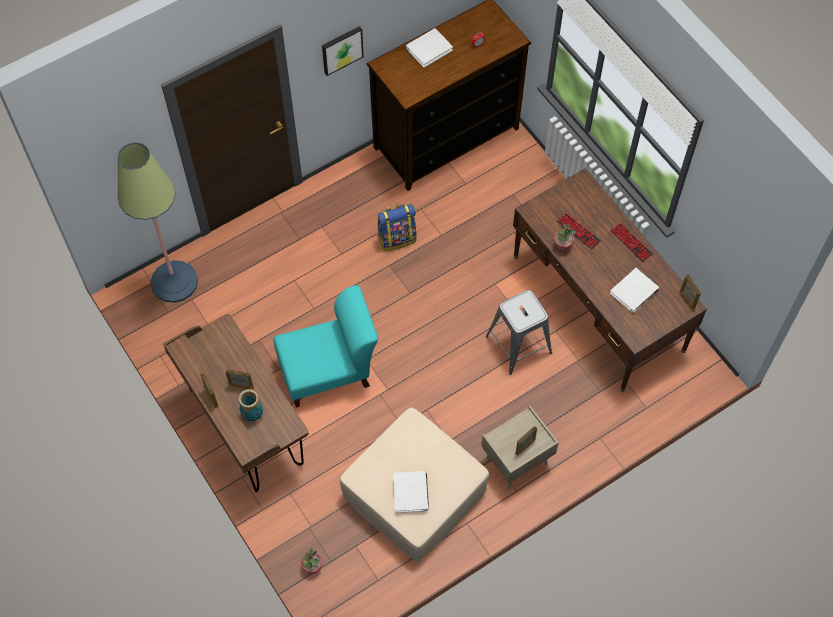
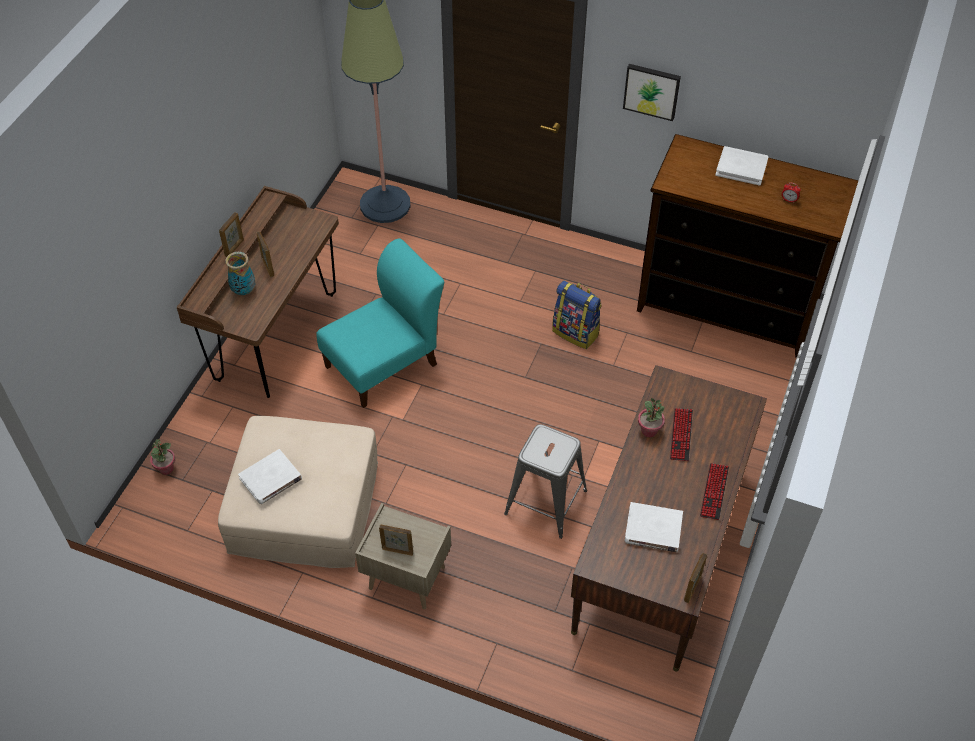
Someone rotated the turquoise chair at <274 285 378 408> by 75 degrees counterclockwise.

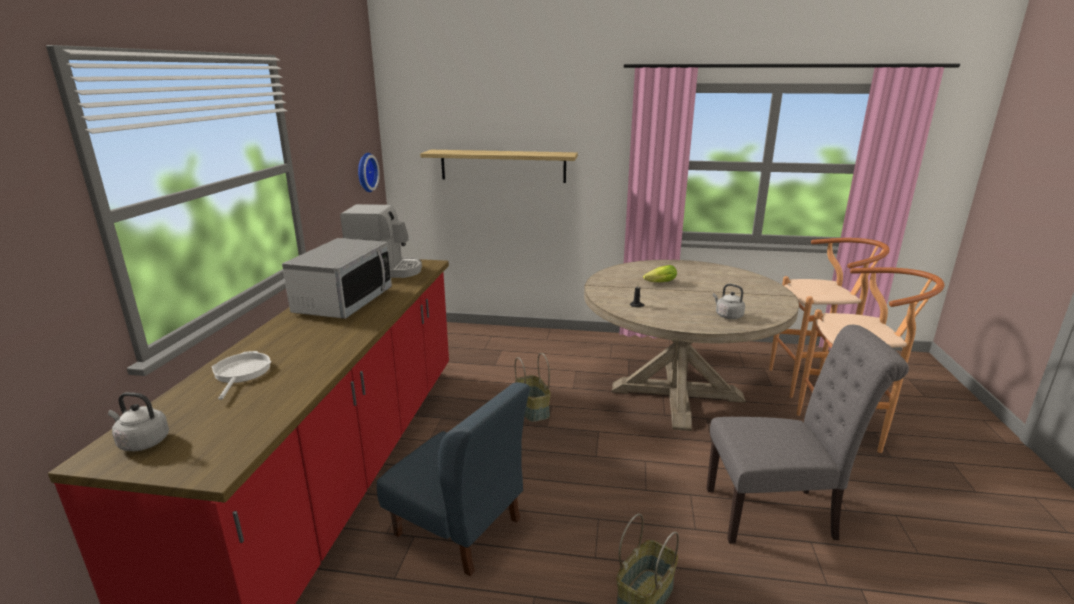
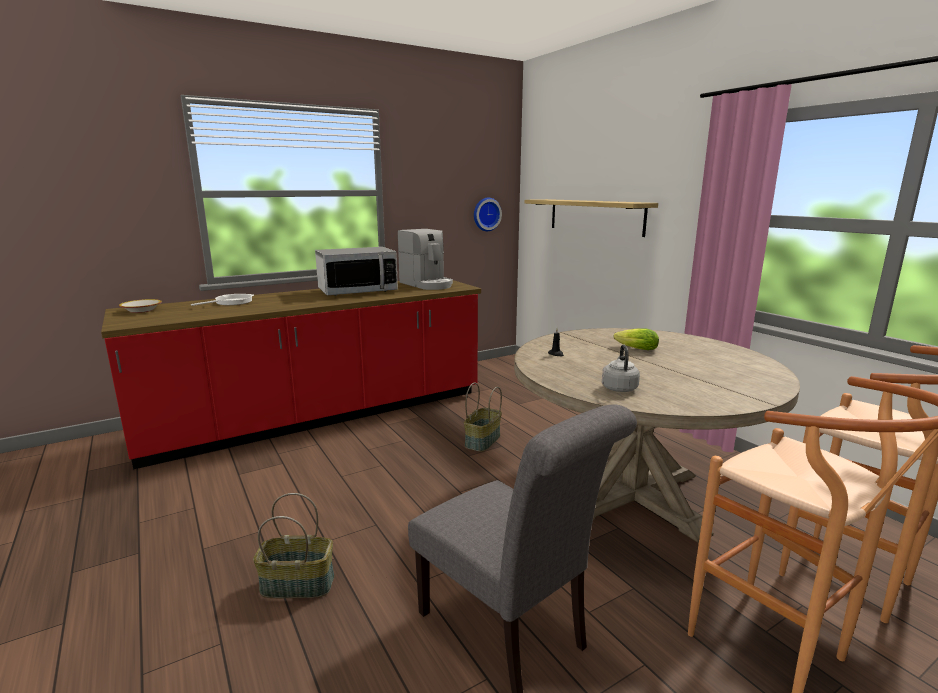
Someone swapped the grey kettle at <108 392 169 451> for the bowl at <119 299 162 313>.
Someone took away the blue chair at <377 383 530 576>.

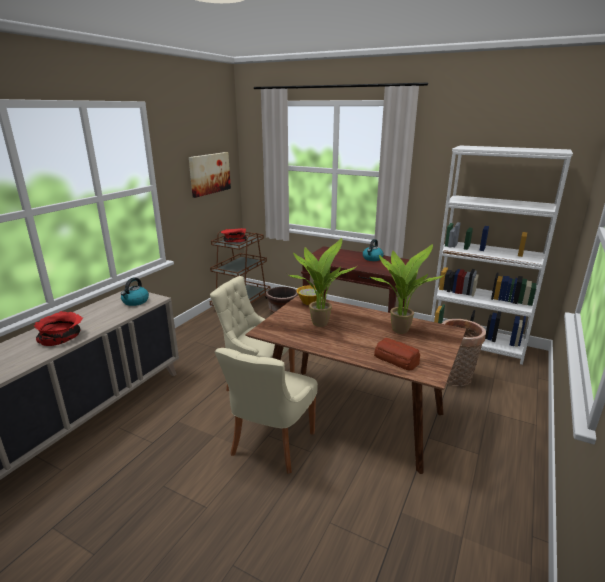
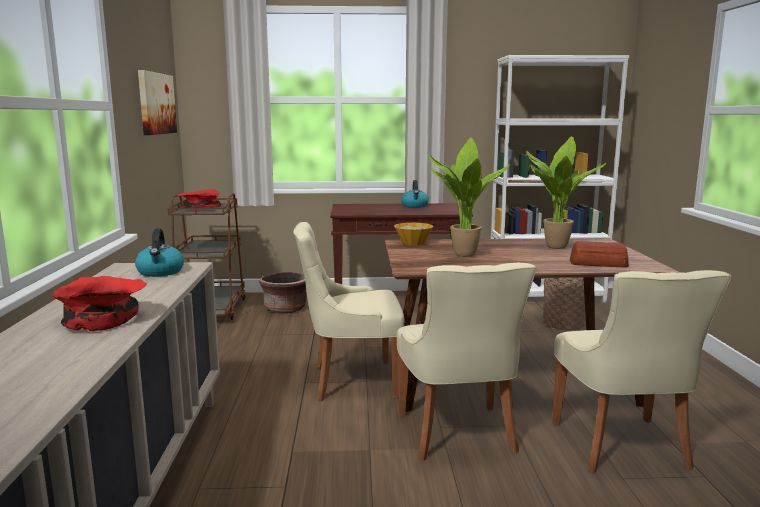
Someone put down the beige chair at <552 270 731 473>.

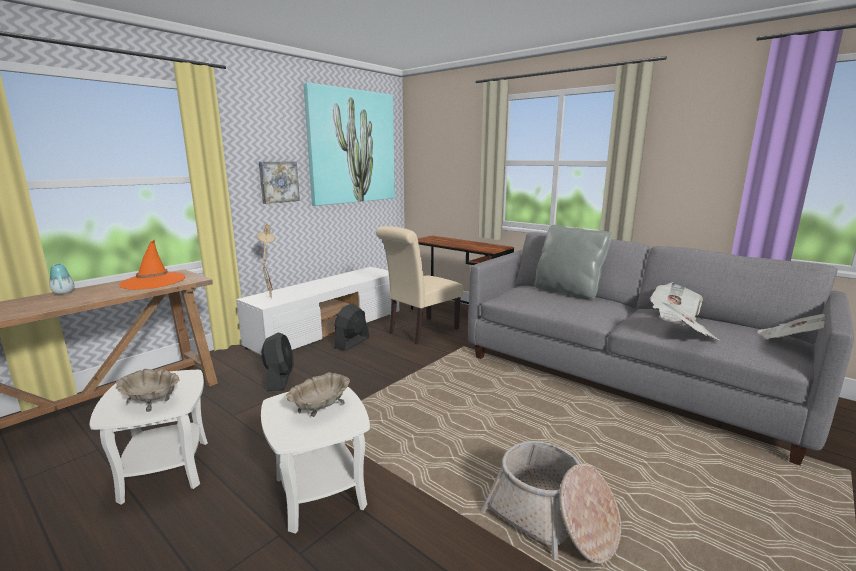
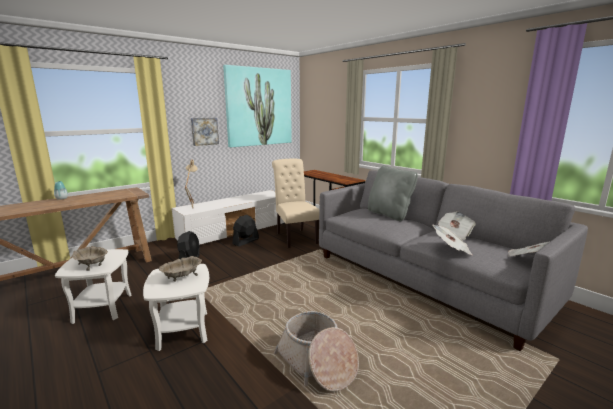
Someone rotated the beige chair at <376 226 463 344> by 105 degrees clockwise.
Someone took away the orange hat at <119 240 185 290>.

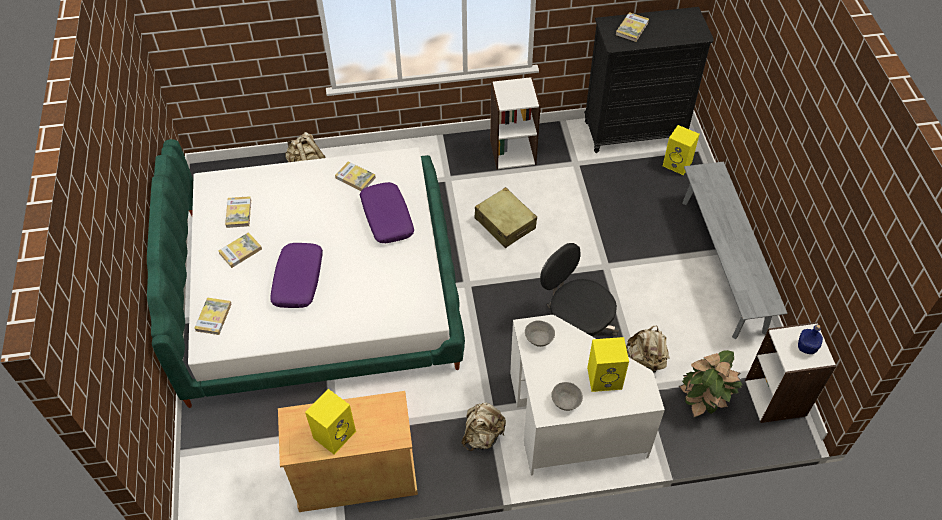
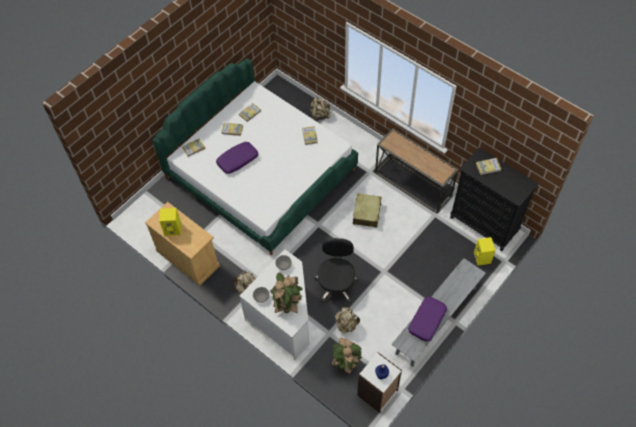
Someone swapped the yellow speaker at <587 337 629 392> for the potted plant at <270 272 302 314>.
Someone swapped the white bookcase at <490 77 541 169> for the console table at <375 128 459 213>.
Someone carried the purple pillow from <360 182 414 243> to <408 297 447 342>.

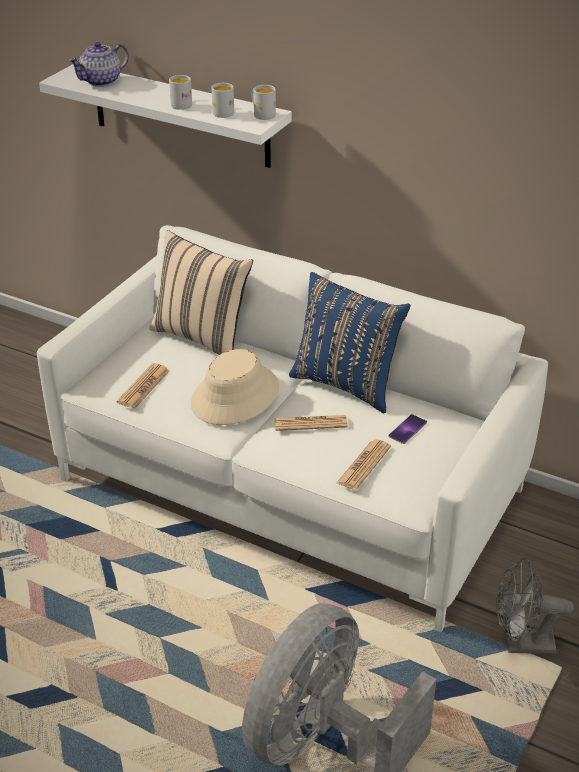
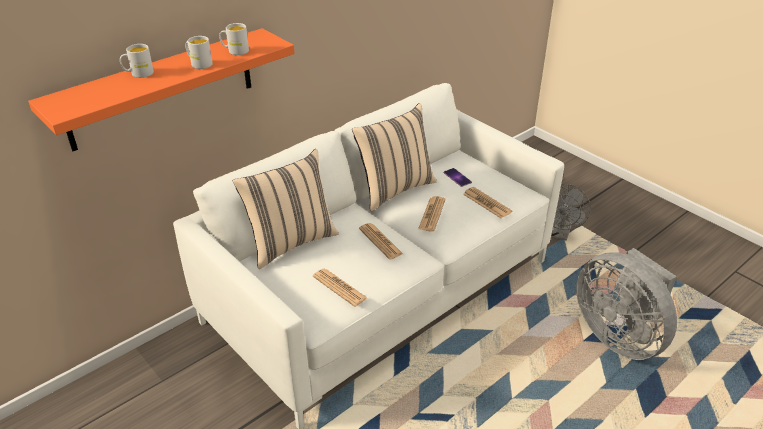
Someone repainted the white shelf at <39 64 292 168>, which became the orange shelf at <28 28 294 151>.
Someone carried the white mug from <252 85 276 120> to <120 44 154 78>.
Someone repainted the blue pillow at <289 272 411 414>, which became the beige pillow at <352 103 437 211>.
Someone swapped the beige hat at <191 349 279 425> for the newspaper at <359 223 403 259>.
Someone took away the teapot at <68 42 129 87>.

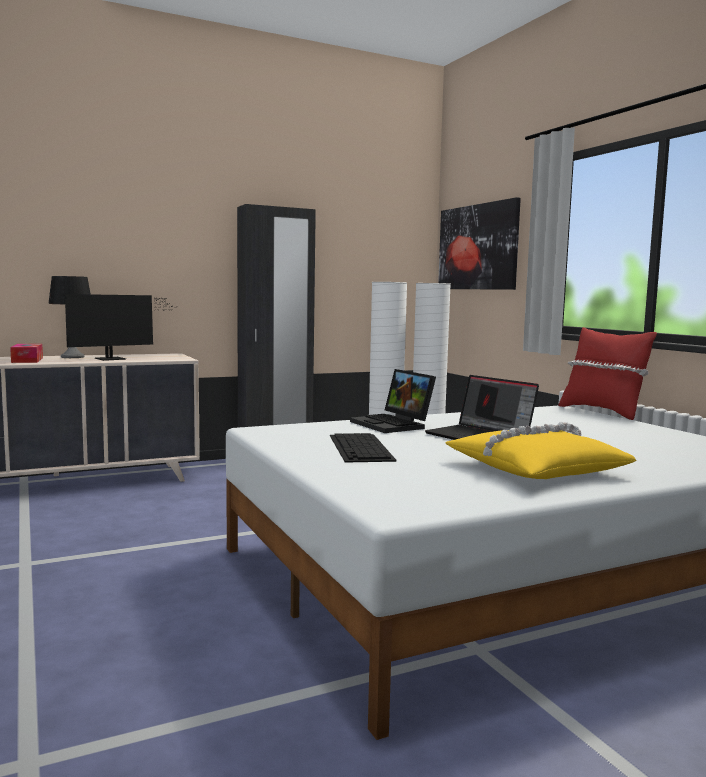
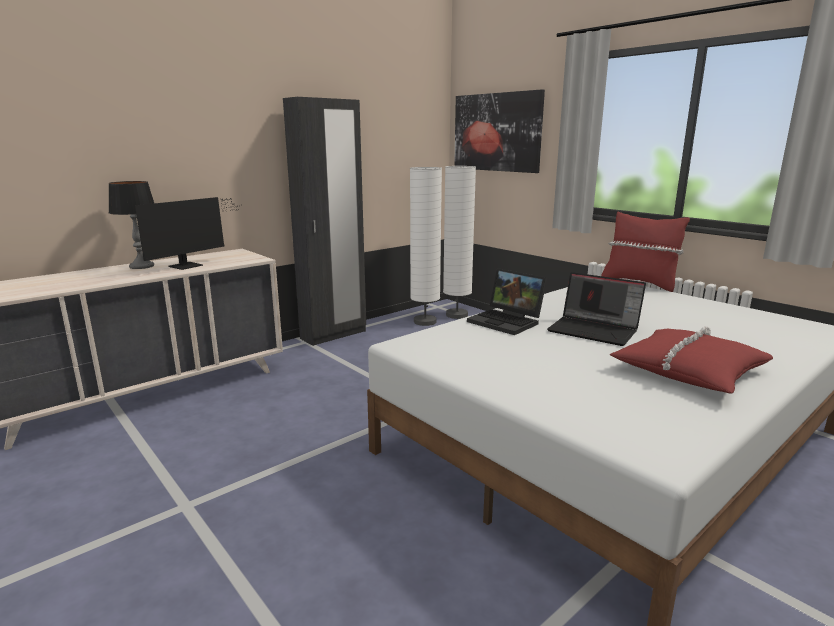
Someone repainted the yellow pillow at <446 422 637 479>, which became the red pillow at <610 326 773 394>.
Someone took away the tissue box at <10 344 43 363>.
Someone took away the keyboard at <330 433 397 463>.

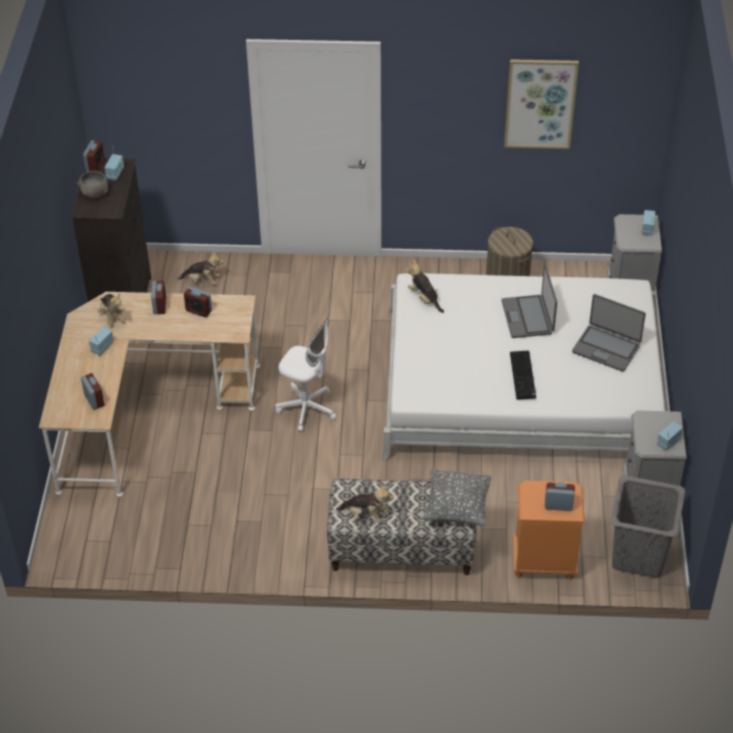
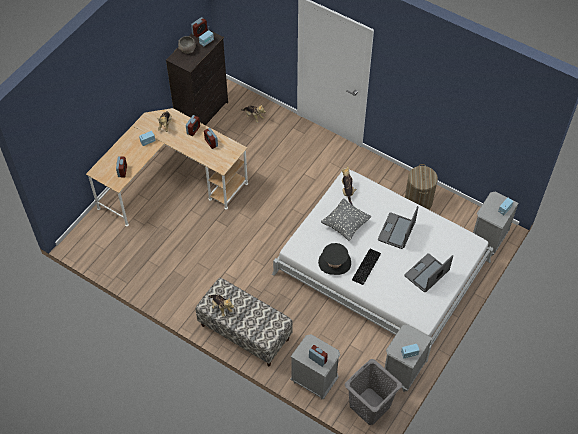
Someone repainted the orange nightstand at <513 481 585 580>, which became the grey nightstand at <290 334 340 400>.
Someone put down the black hat at <318 243 351 275>.
Someone carried the grey pillow from <423 470 491 526> to <321 198 371 241>.
Someone rotated the laptop at <572 294 646 372> by 75 degrees clockwise.
Someone took away the white office chair at <275 317 336 432>.
Someone took away the picture at <504 59 579 149>.

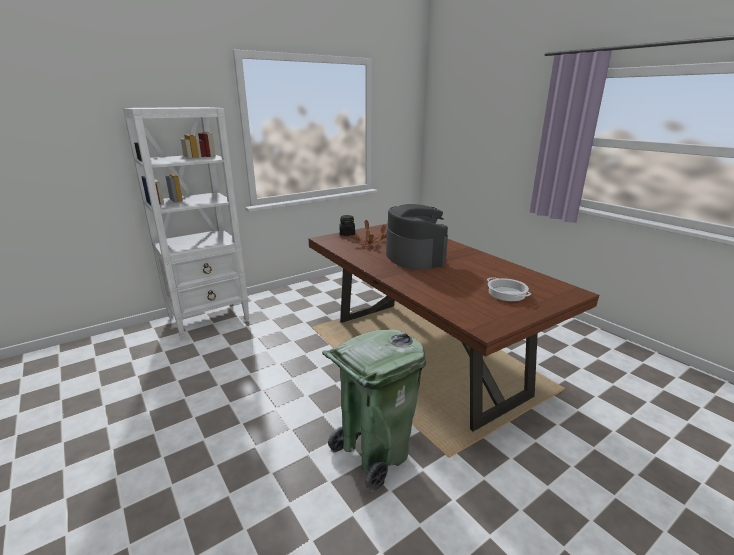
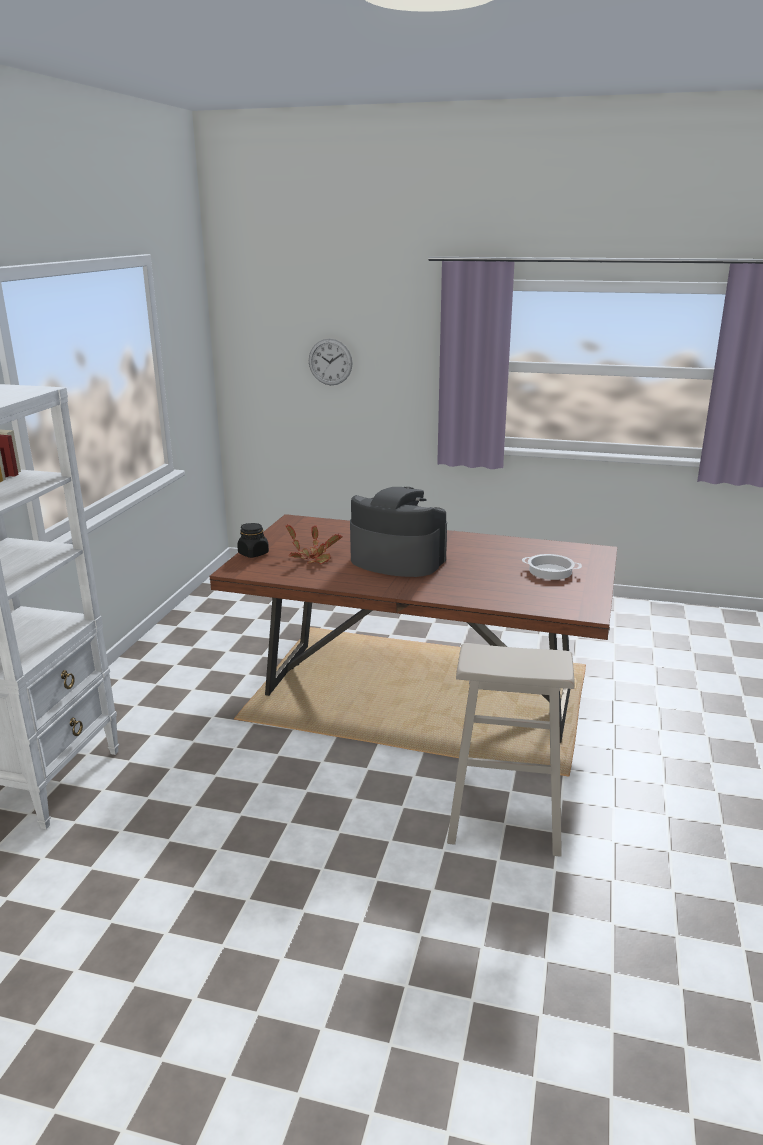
Someone put up the wall clock at <309 339 352 385>.
Someone swapped the green trash can at <322 329 426 492> for the beige stool at <447 643 575 857>.

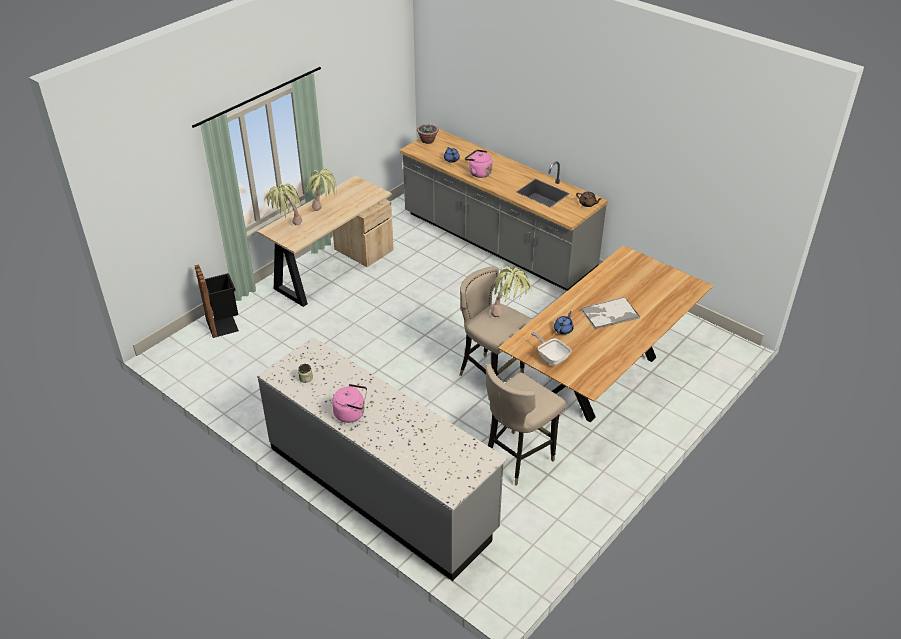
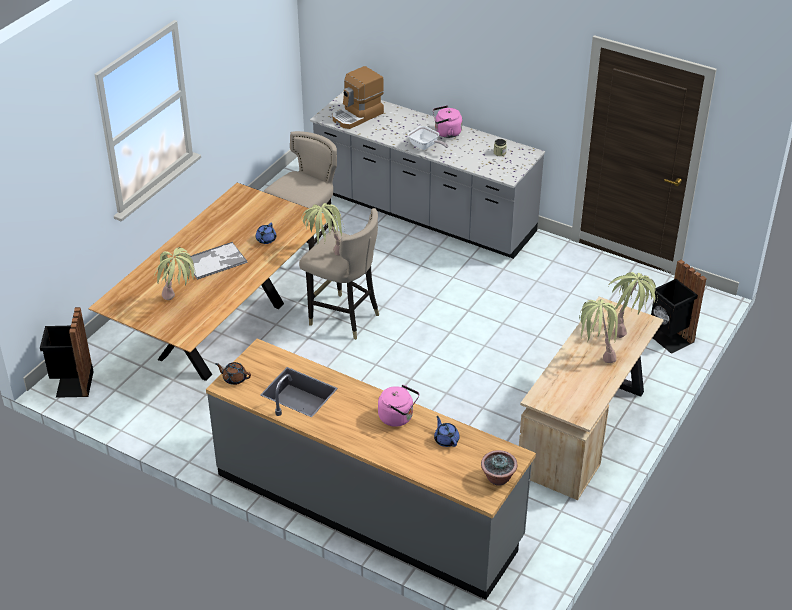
Someone put down the black trash can at <40 307 94 398>.
Someone put down the potted plant at <154 247 195 300>.
Someone put down the coffee machine at <332 66 384 129>.
Someone carried the frying pan from <531 332 572 366> to <408 126 448 150>.

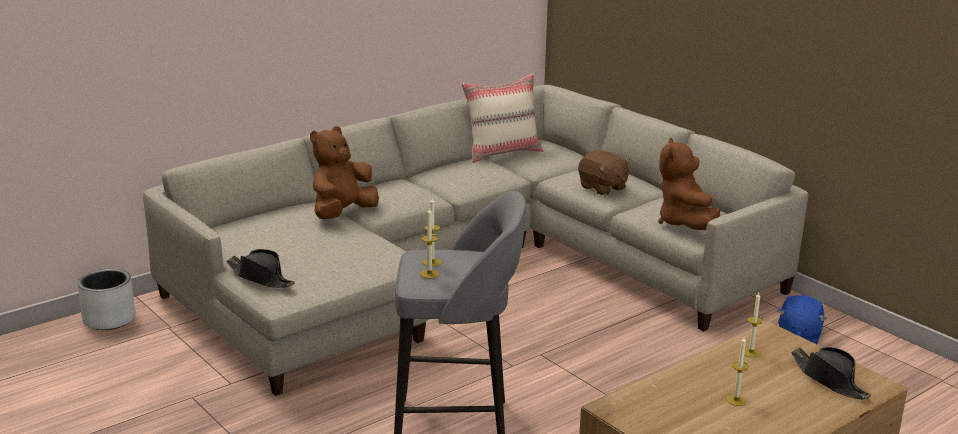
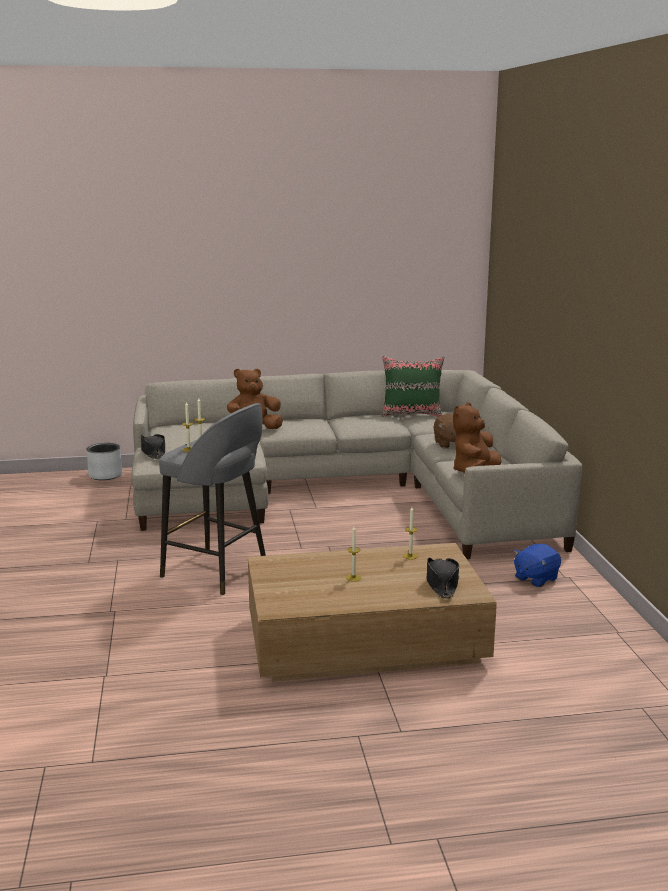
Someone repainted the beige pillow at <461 73 544 163>, which became the green pillow at <381 356 444 417>.

